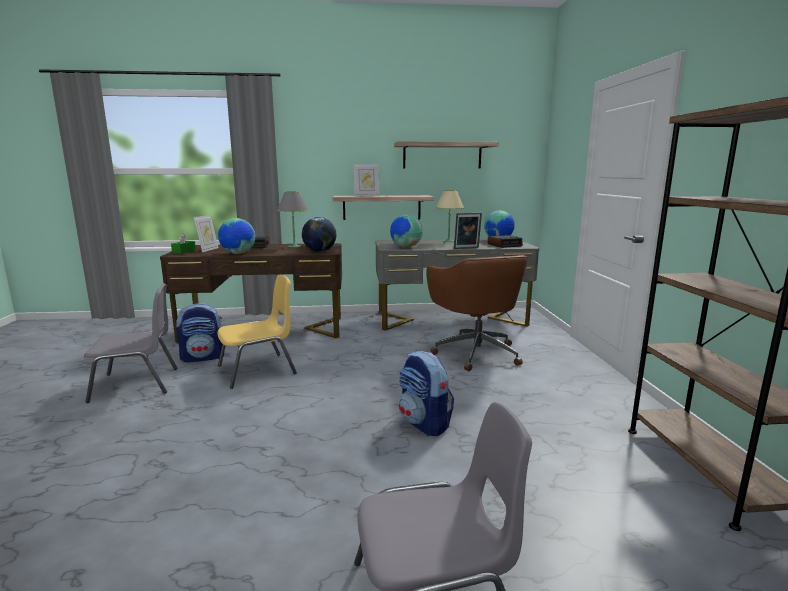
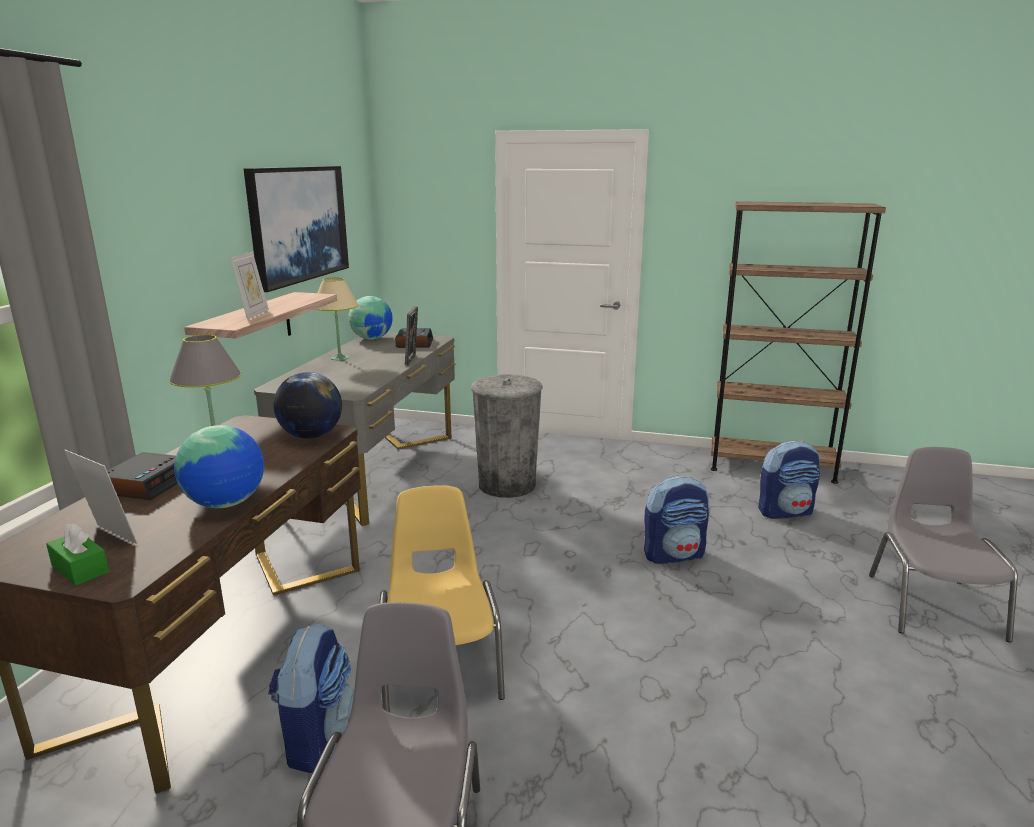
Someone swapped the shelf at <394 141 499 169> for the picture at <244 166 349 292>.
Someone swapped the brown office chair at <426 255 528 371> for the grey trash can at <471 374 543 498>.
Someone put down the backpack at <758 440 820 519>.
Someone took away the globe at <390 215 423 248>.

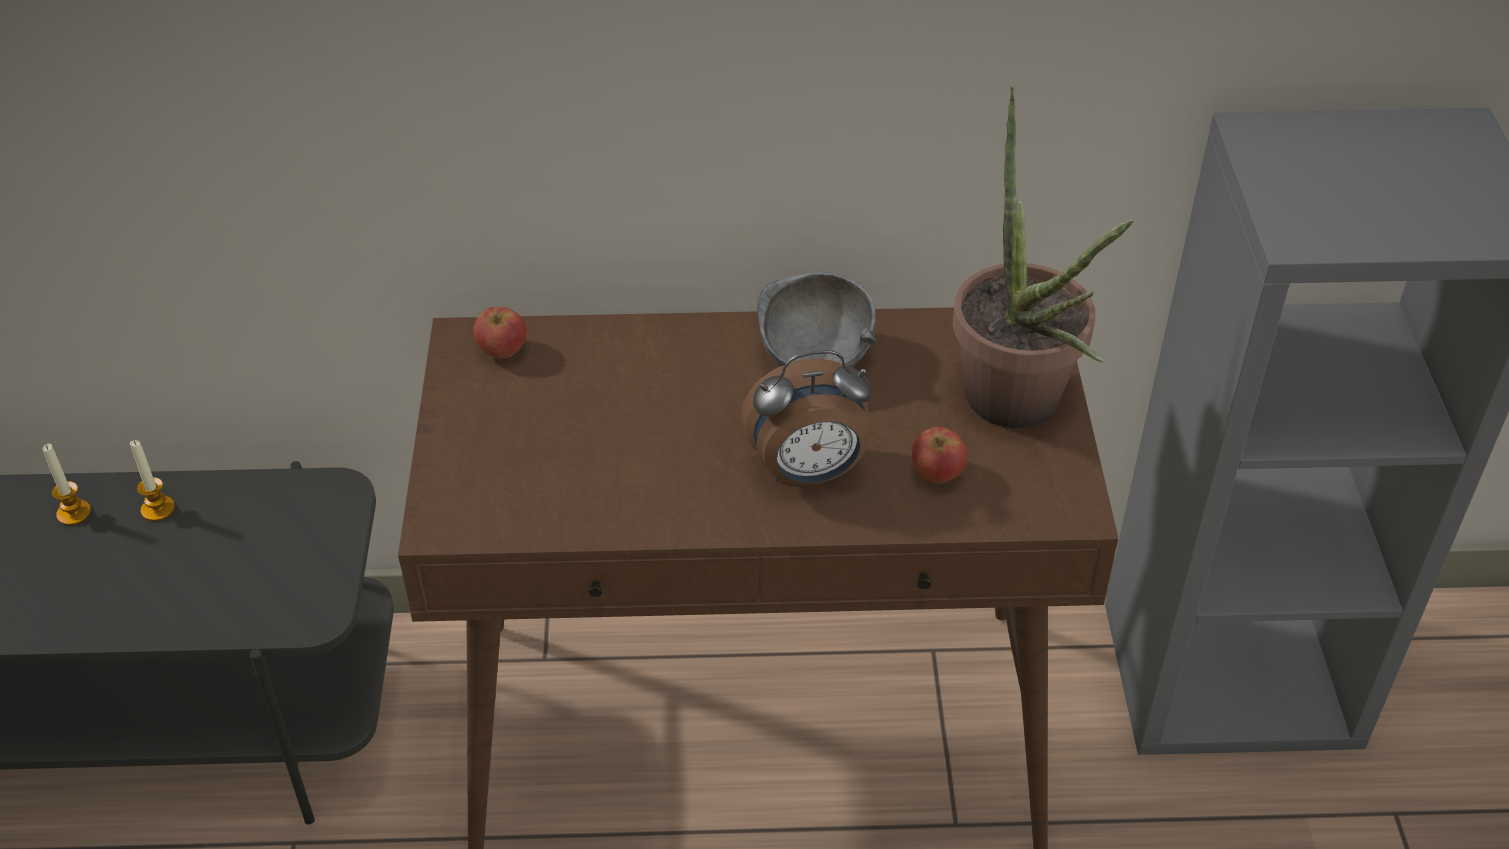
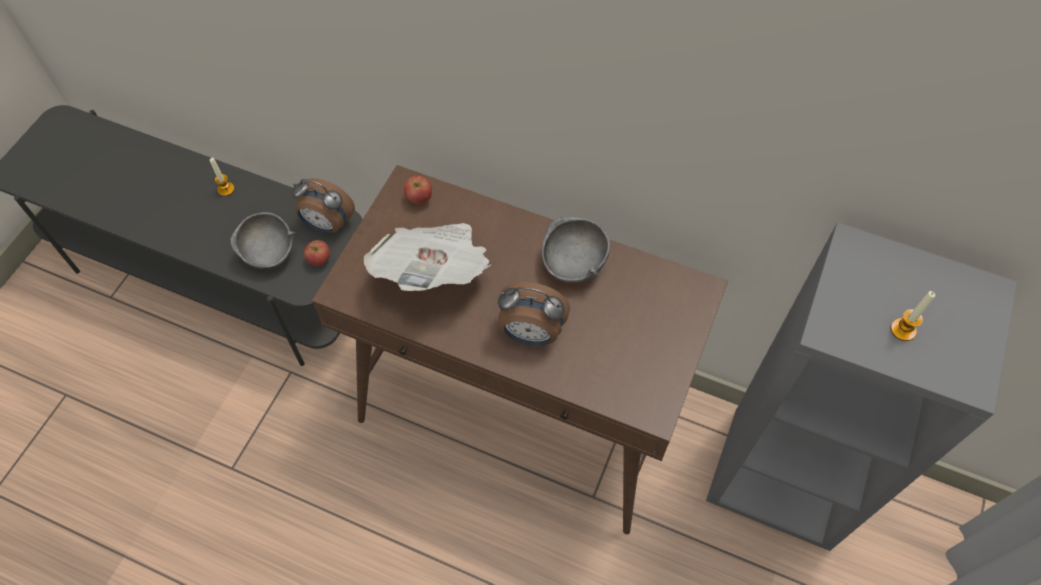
Someone put down the grey bowl at <230 212 296 269>.
Someone put down the alarm clock at <291 178 355 233>.
Someone carried the apple from <912 427 967 484> to <304 240 330 266>.
Someone put down the newspaper at <363 223 491 291>.
Someone carried the candle from <130 440 175 521> to <890 291 935 341>.
Someone took away the potted plant at <953 86 1134 428>.

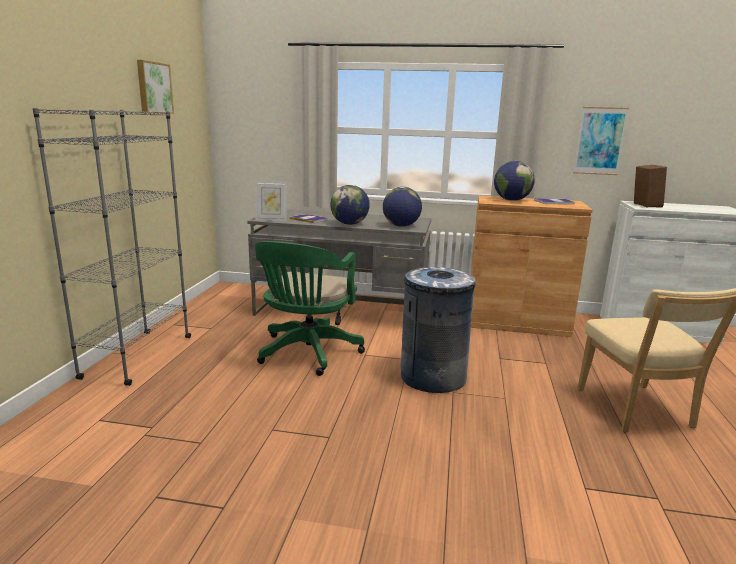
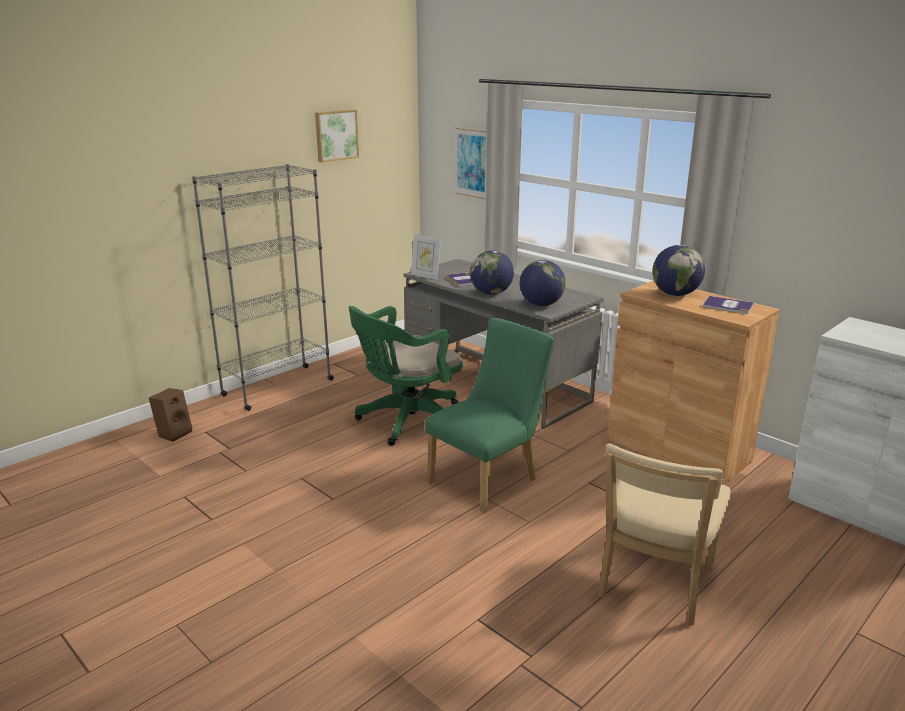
Someone carried the brown speaker from <634 165 667 208> to <149 388 192 442>.
Someone swapped the grey trash can at <400 267 476 393> for the green chair at <425 318 554 513>.
Someone carried the picture from <573 107 629 175> to <455 128 487 199>.

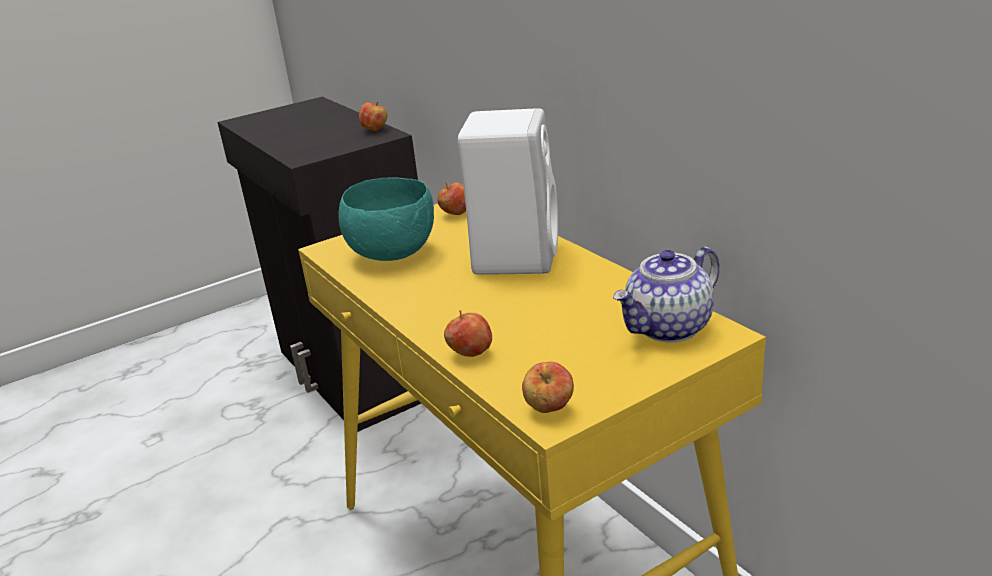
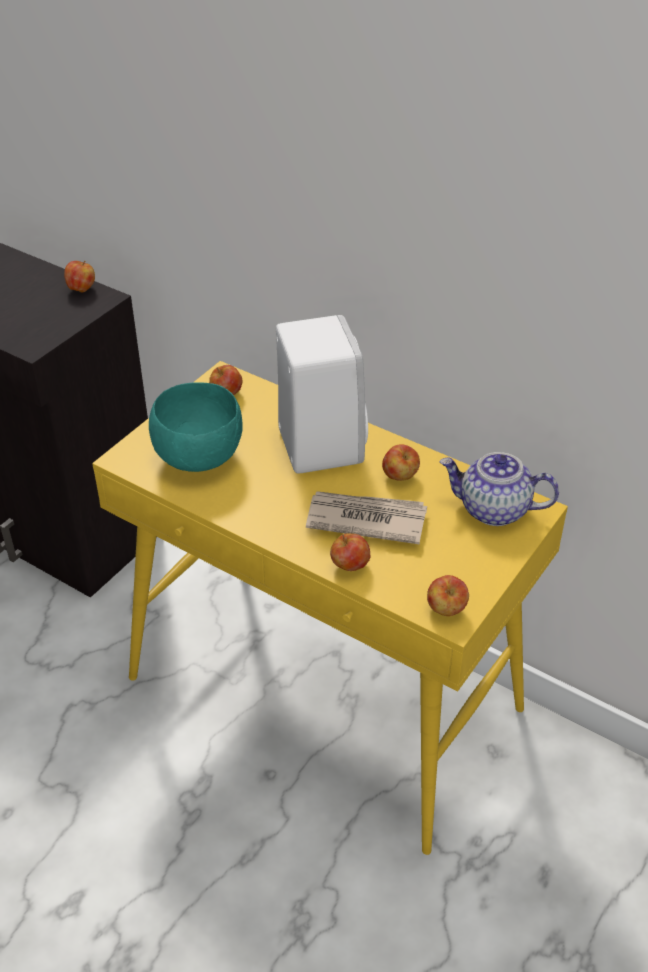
Someone put down the newspaper at <306 491 427 545>.
Someone put down the apple at <382 444 420 481>.
Someone rotated the teapot at <613 247 720 342> by 75 degrees clockwise.

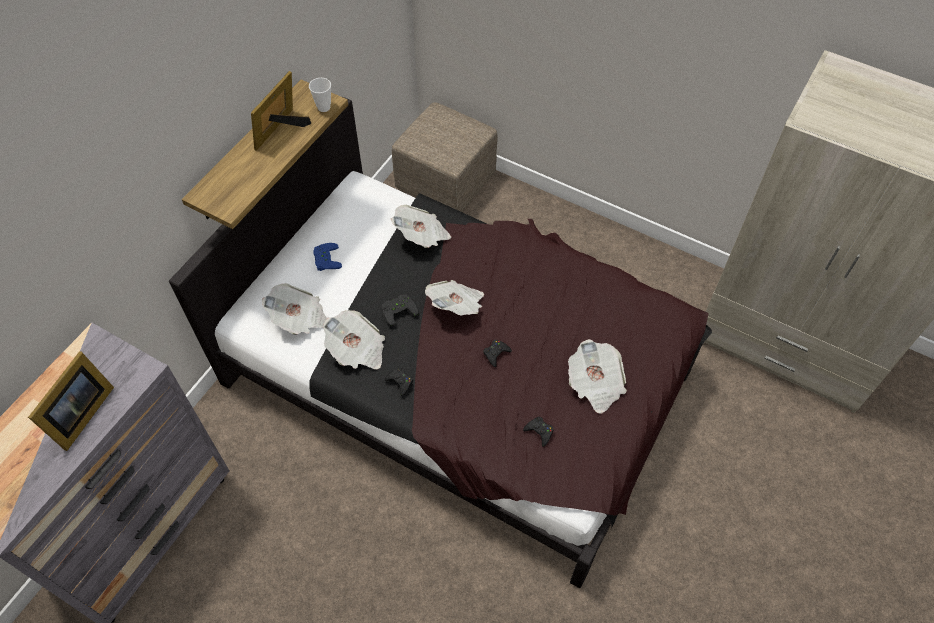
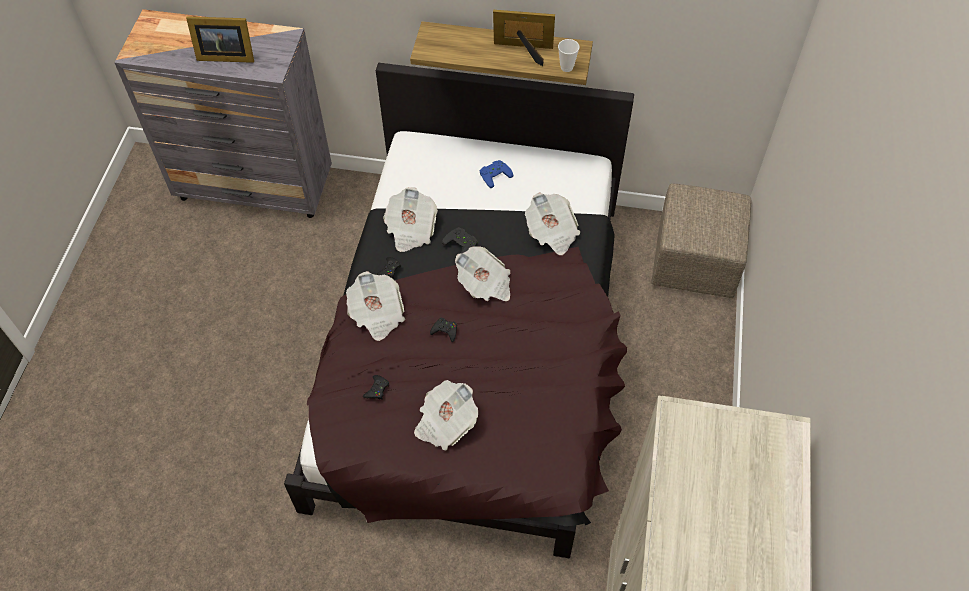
Someone carried the newspaper from <262 283 327 335> to <346 271 405 341>.

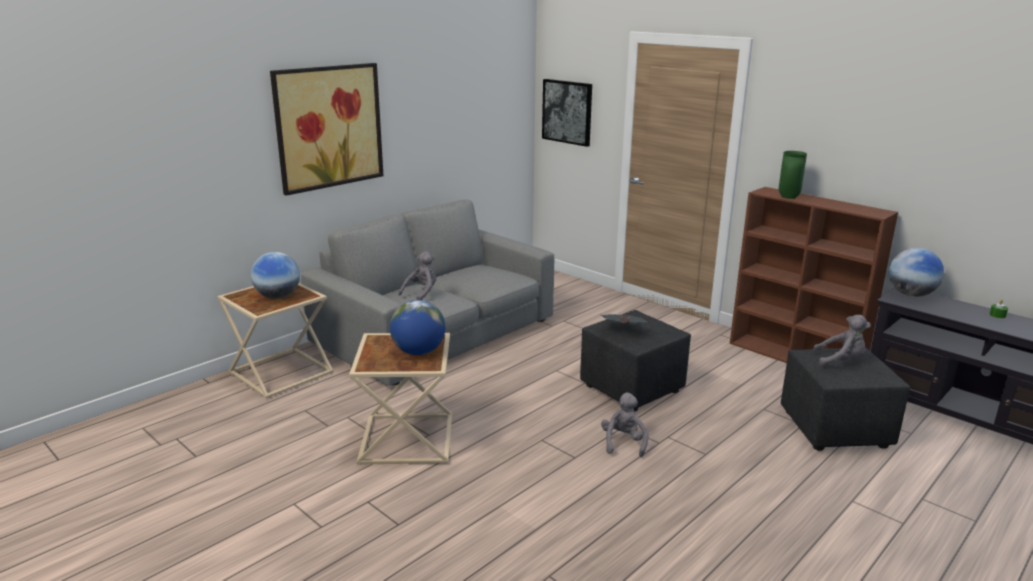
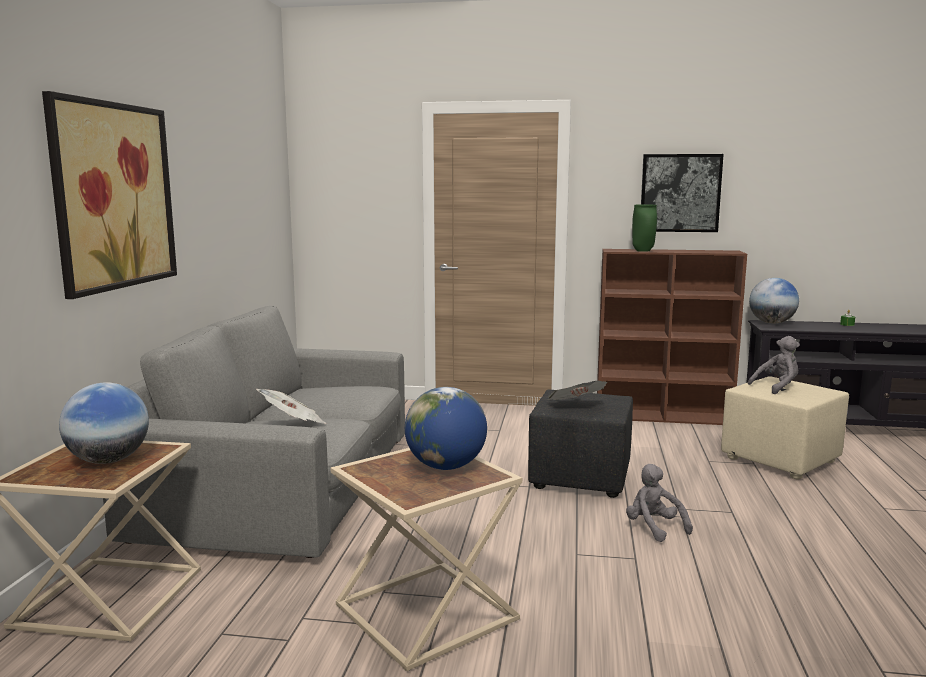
Someone swapped the grey plush toy at <398 251 436 300> for the newspaper at <257 389 327 424>.
Someone carried the picture from <542 79 592 147> to <641 154 724 232>.
Someone repainted the black ottoman at <781 348 910 451>, which became the beige ottoman at <721 376 849 479>.

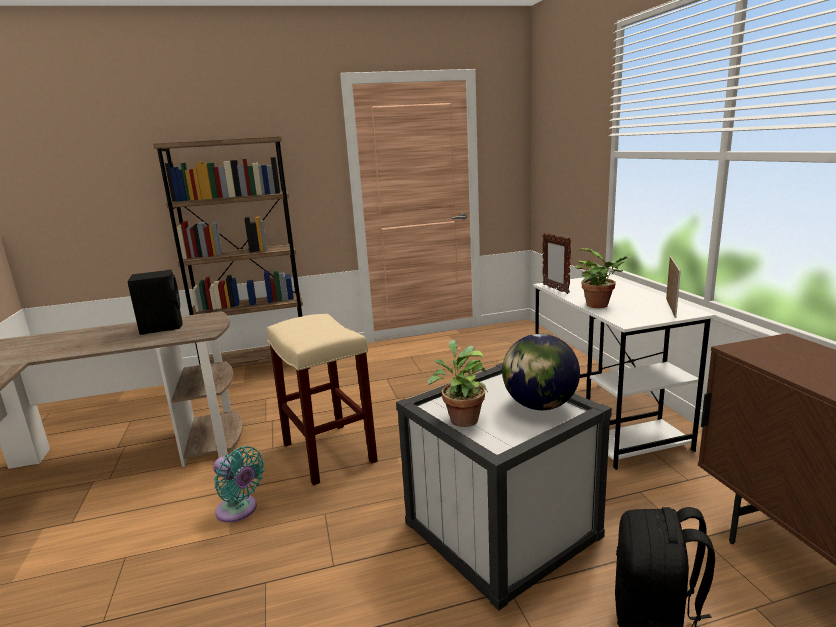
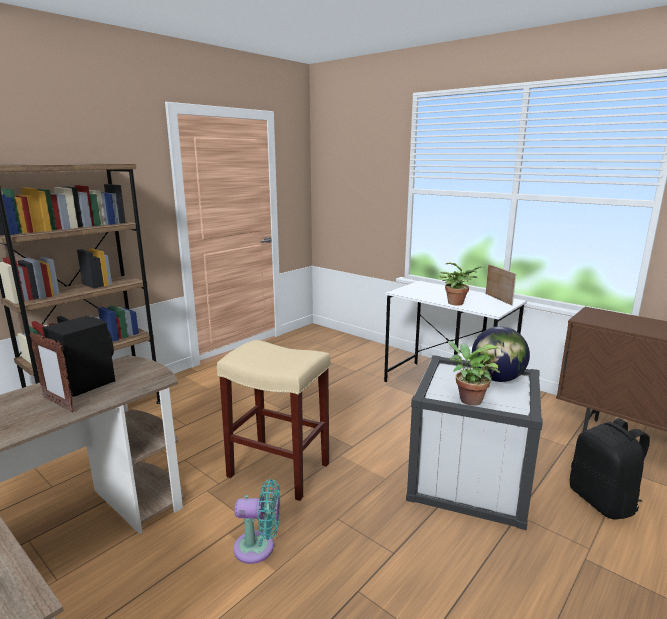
Someone carried the picture frame from <542 233 571 294> to <29 332 74 412>.

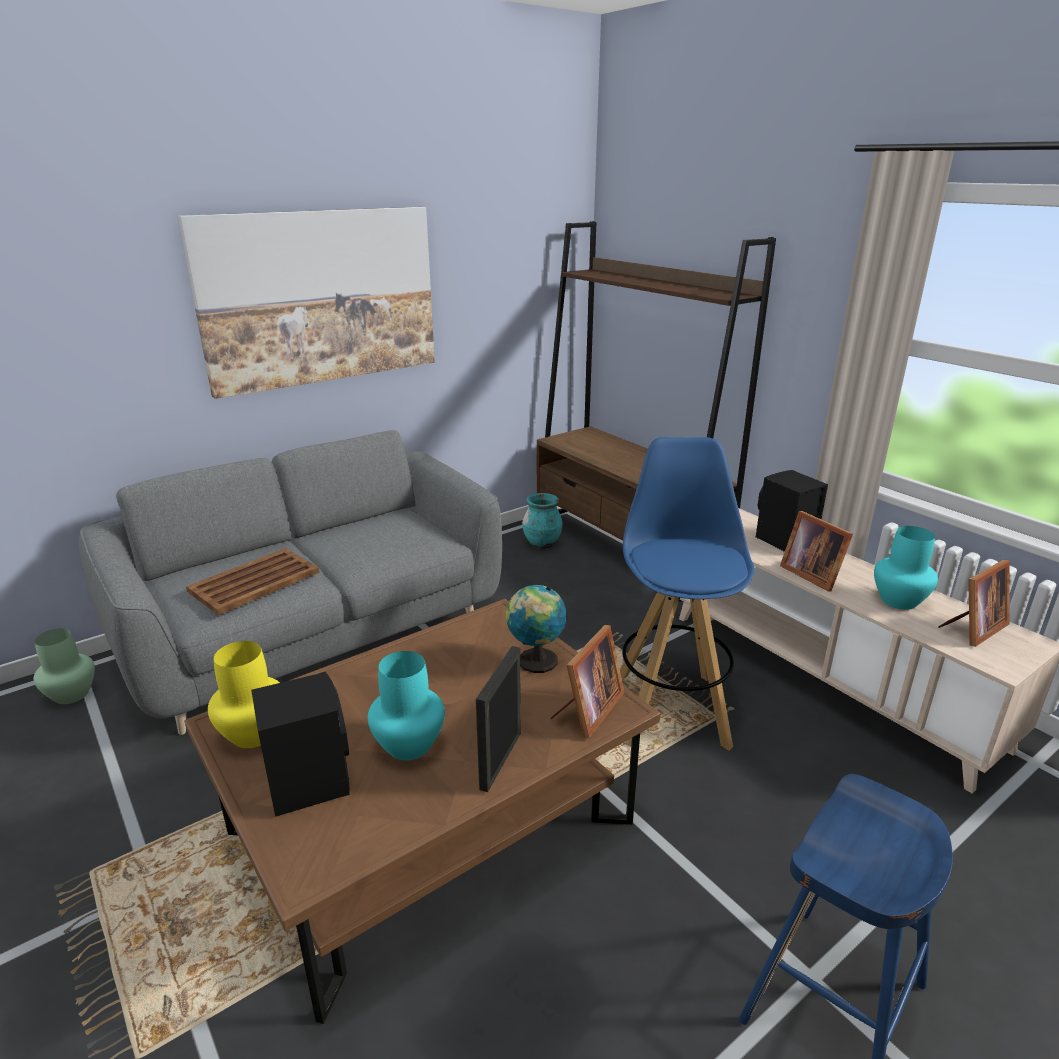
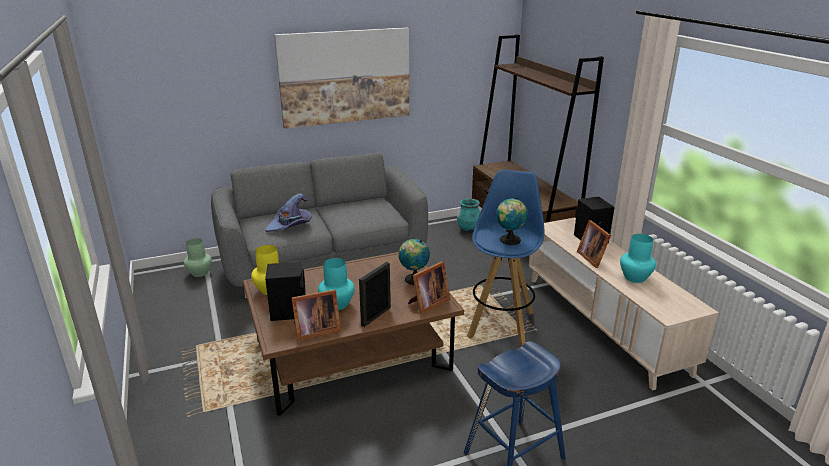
Someone swapped the brown tray at <186 548 319 615> for the purple hat at <265 194 312 232>.
Someone carried the picture frame from <938 559 1010 647> to <292 289 341 340>.
Someone put down the globe at <496 197 528 245>.

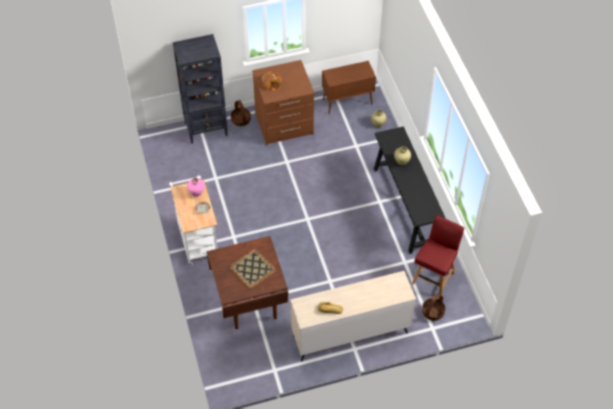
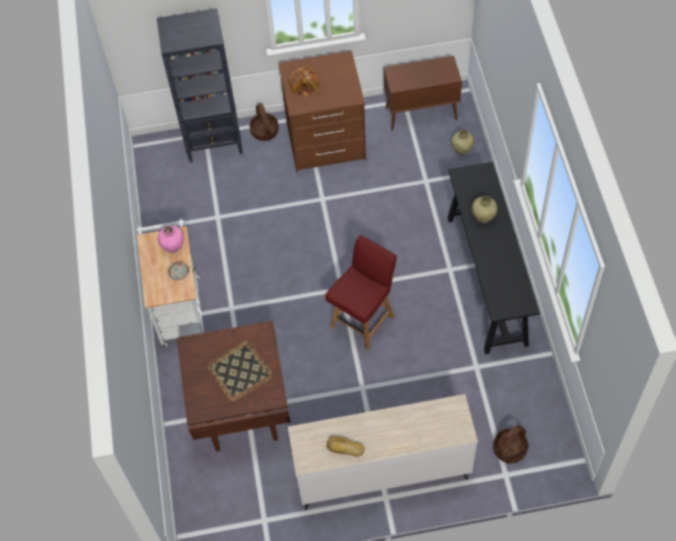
Someone carried the red chair from <412 215 464 295> to <325 235 397 350>.

